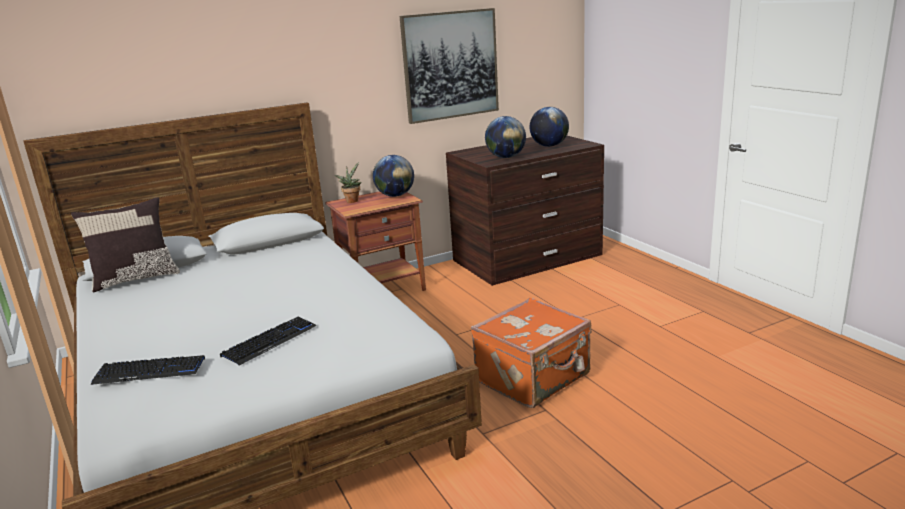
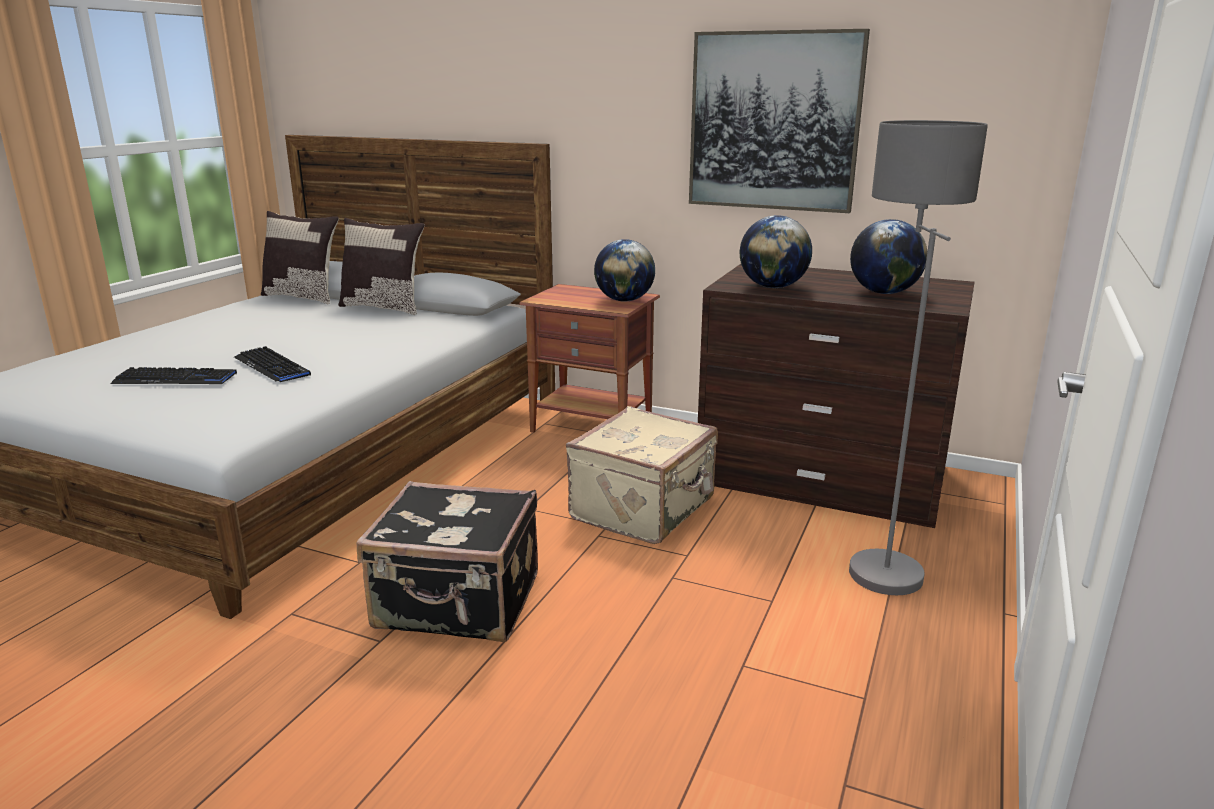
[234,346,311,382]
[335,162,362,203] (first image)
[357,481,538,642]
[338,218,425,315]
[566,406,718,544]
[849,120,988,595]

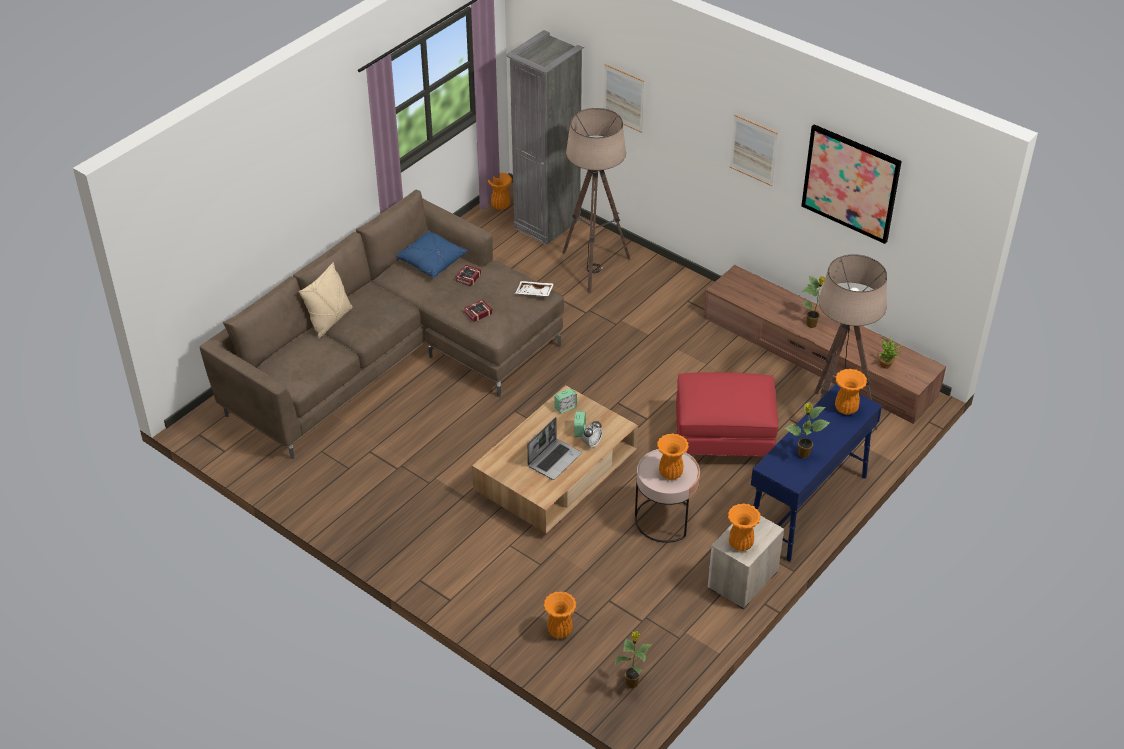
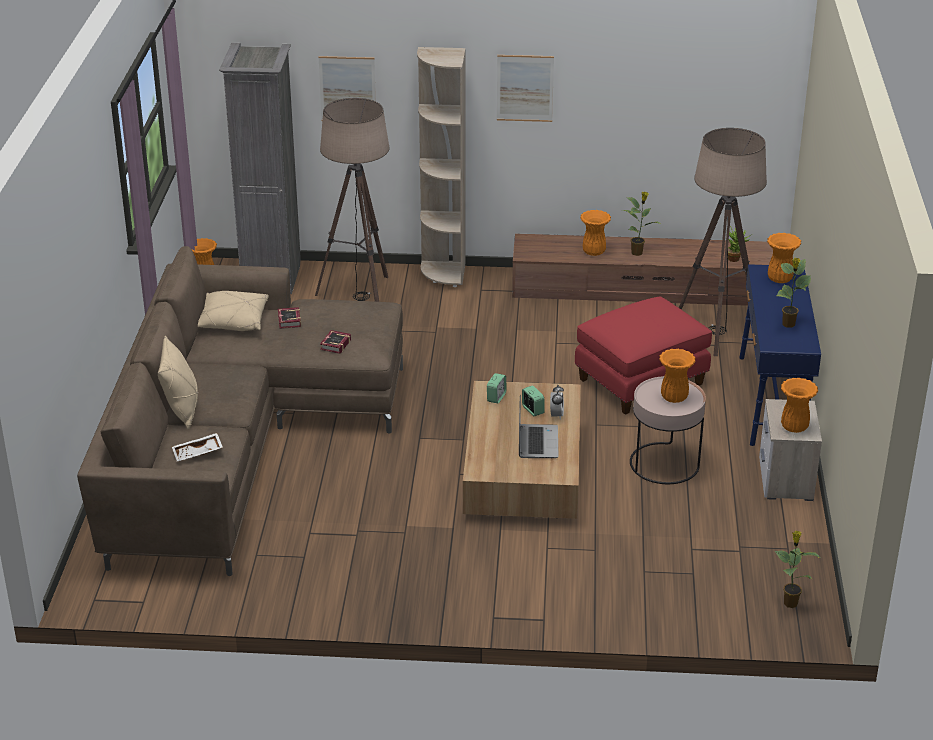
[198,291,269,331]
[172,433,223,461]
[580,210,611,256]
[801,124,902,244] (first image)
[417,47,466,287]

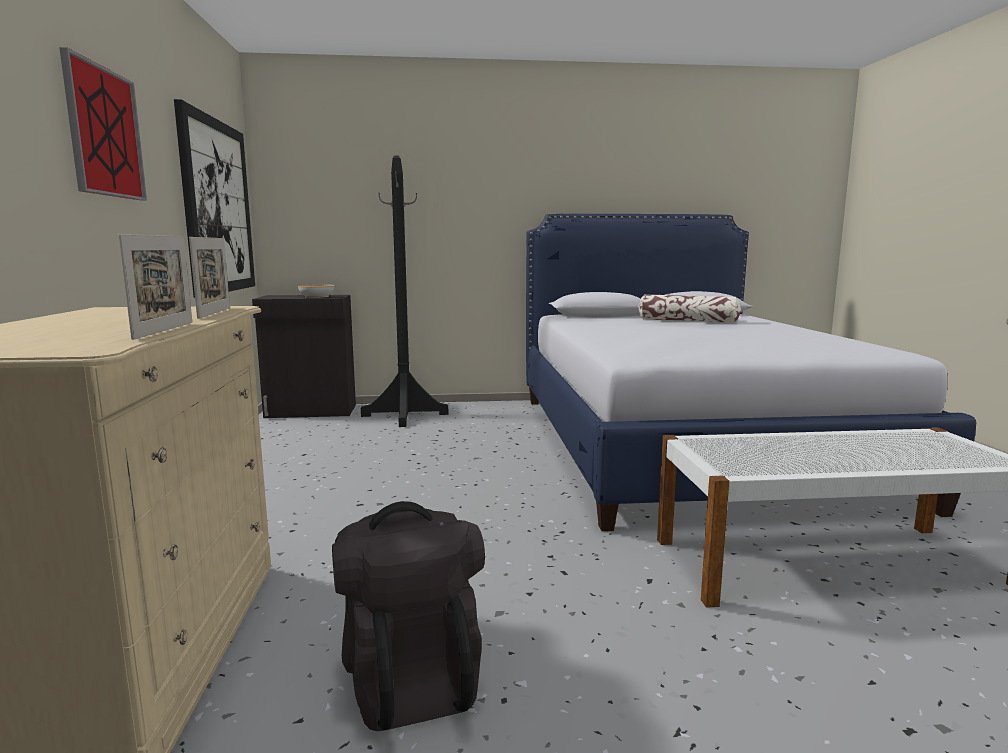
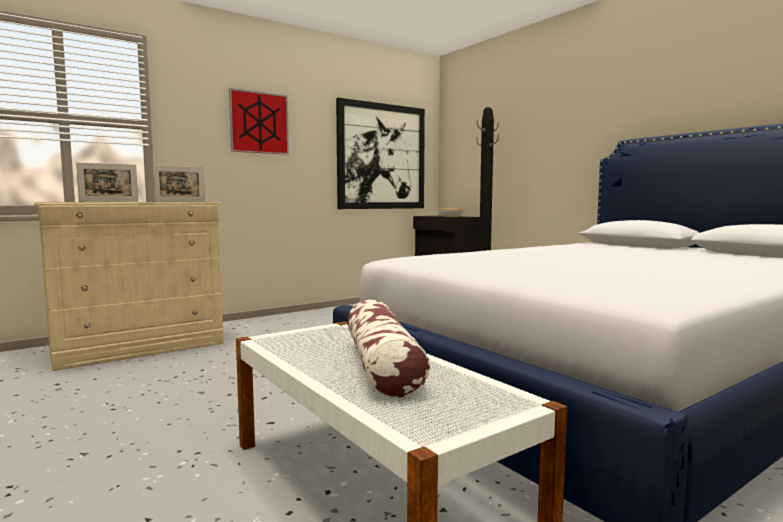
[332,501,485,731] (first image)
[347,300,430,398]

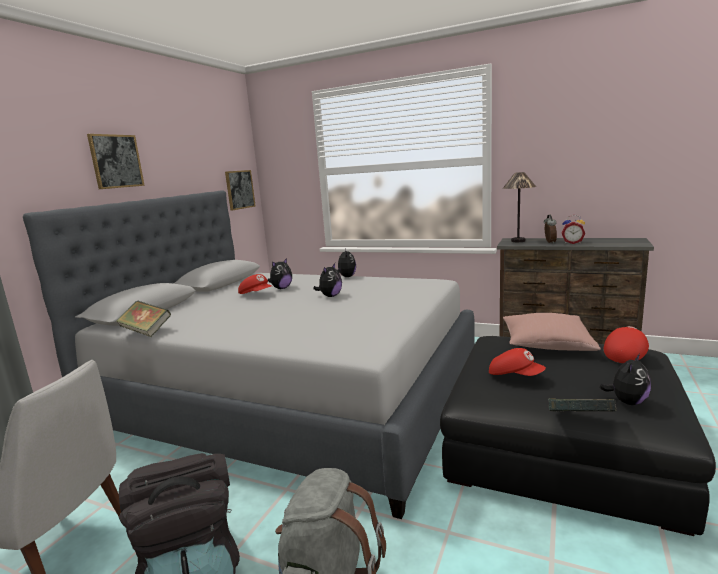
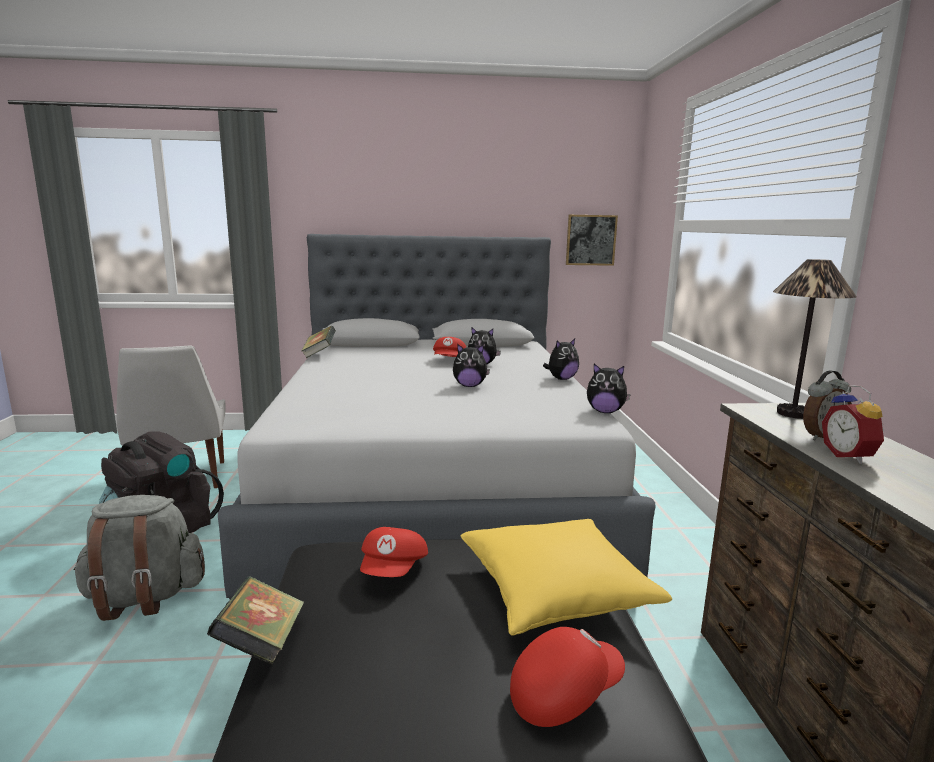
[87,134,145,189] (first image)
[460,519,672,636]
[587,364,631,413]
[510,627,625,727]

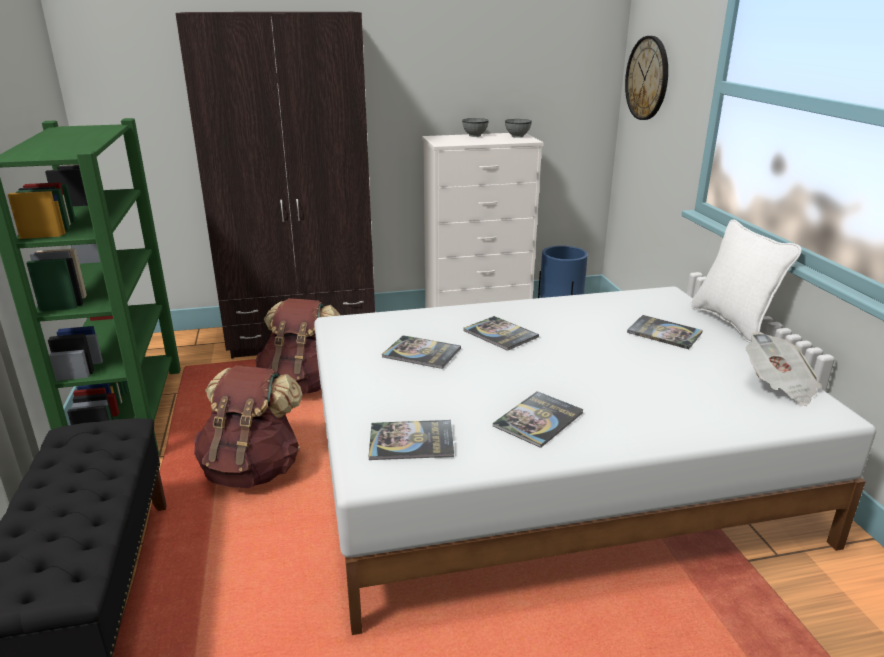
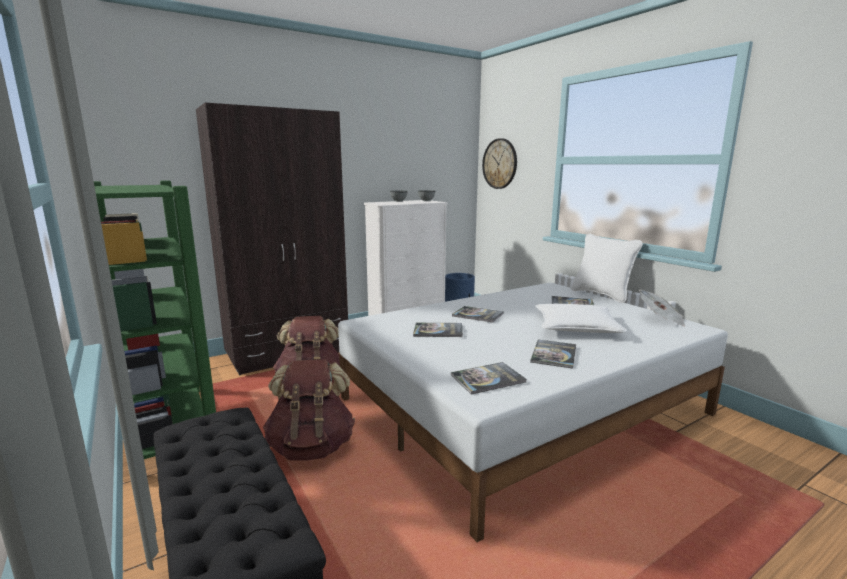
[535,304,627,333]

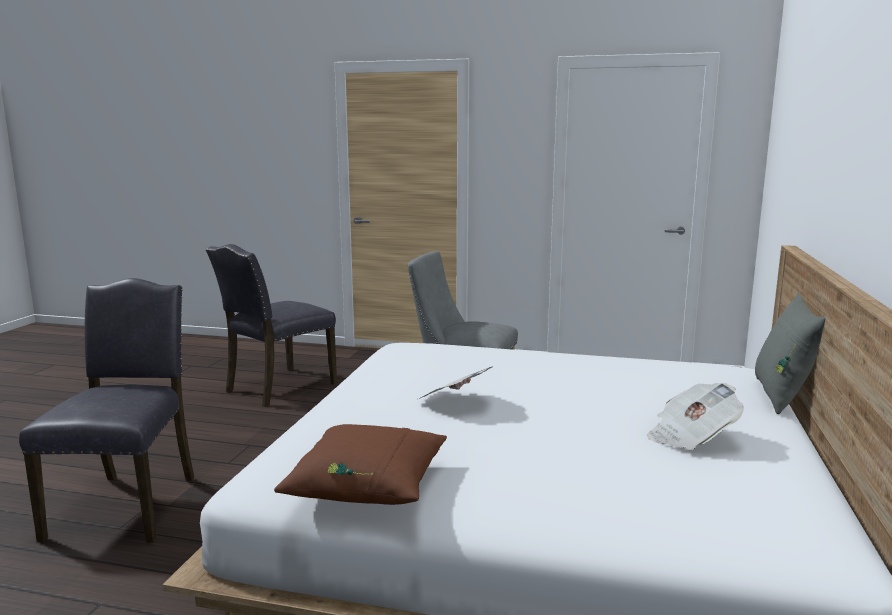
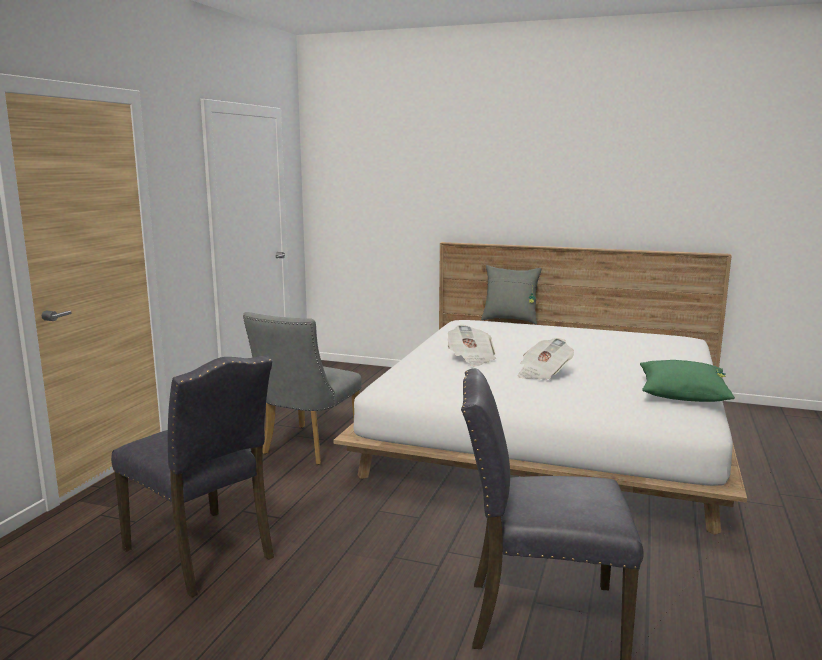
[640,360,735,402]
[448,325,496,367]

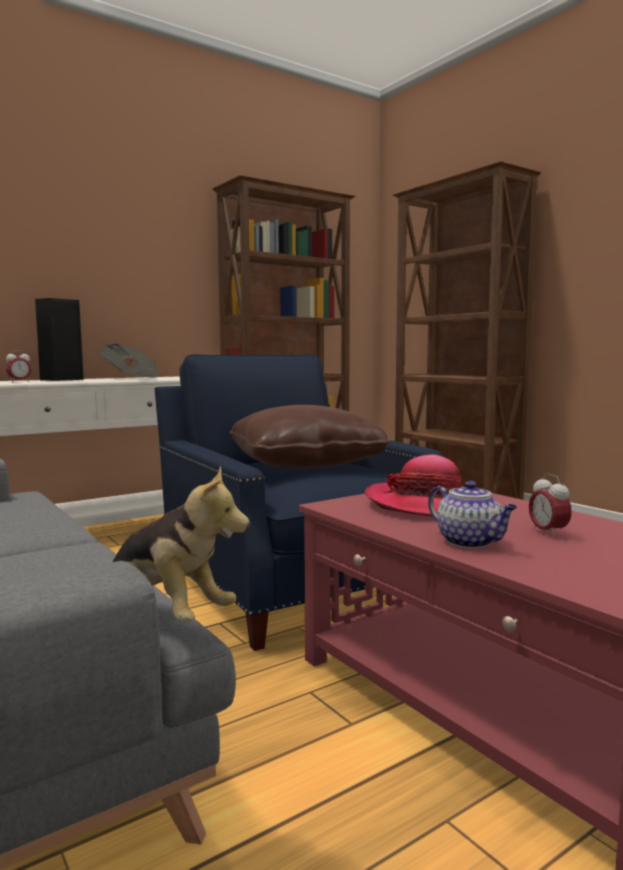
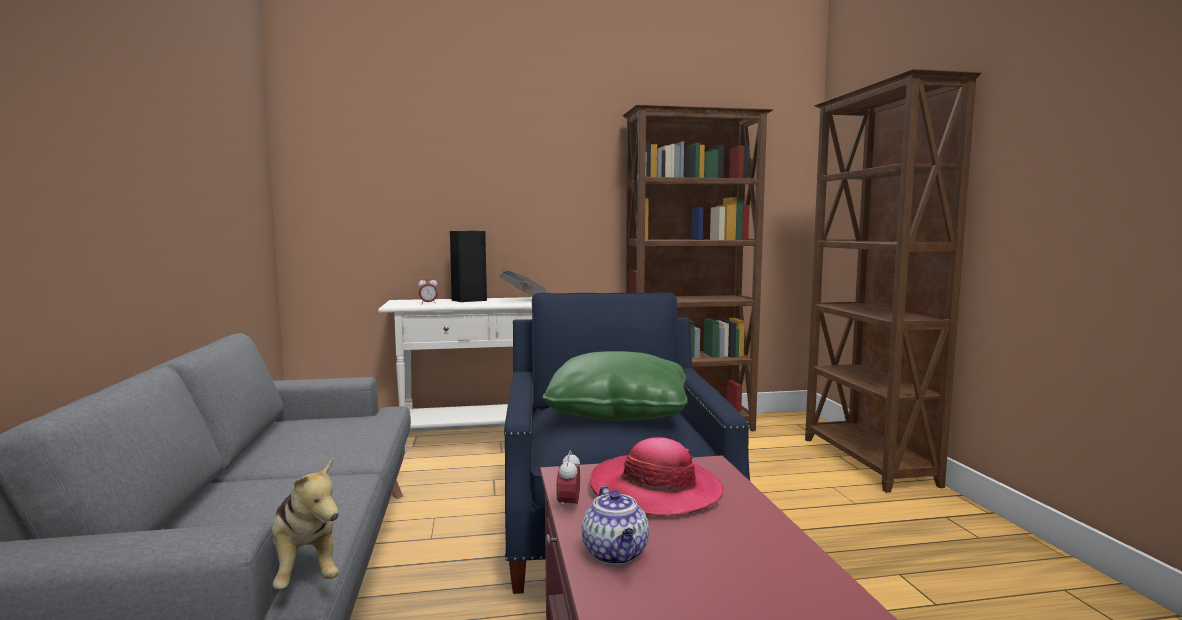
[542,351,688,421]
[556,450,580,512]

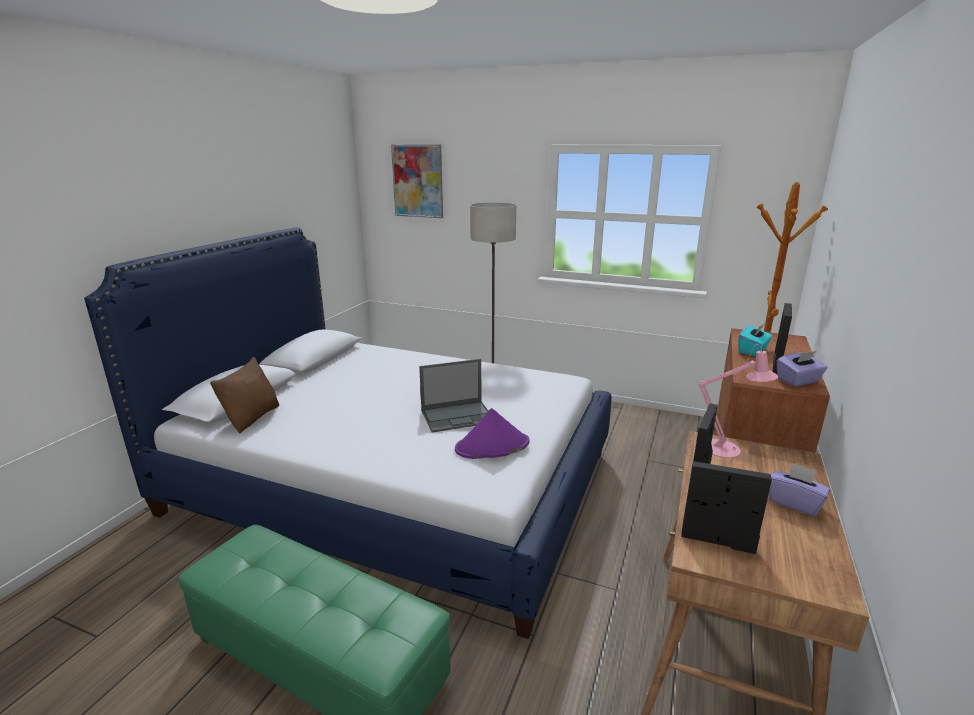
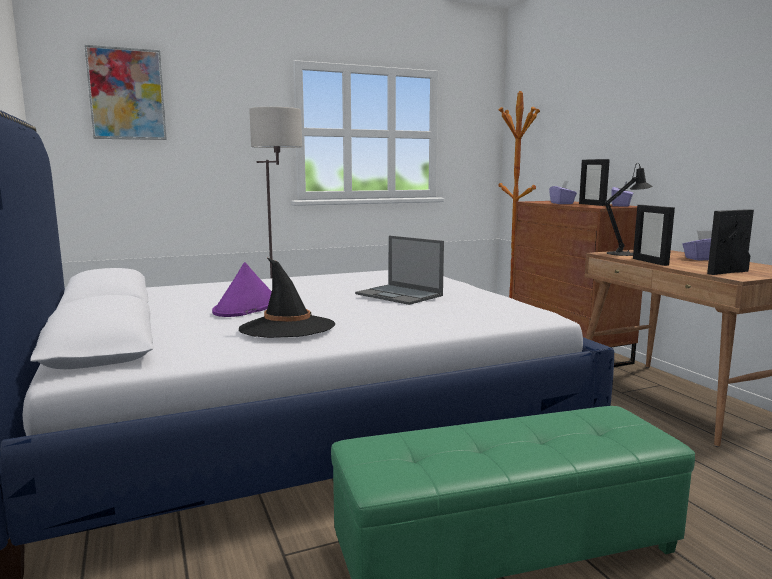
[210,357,279,433] (first image)
[355,236,444,305]
[212,262,272,317]
[604,163,653,256]
[549,181,577,204]
[239,257,335,338]

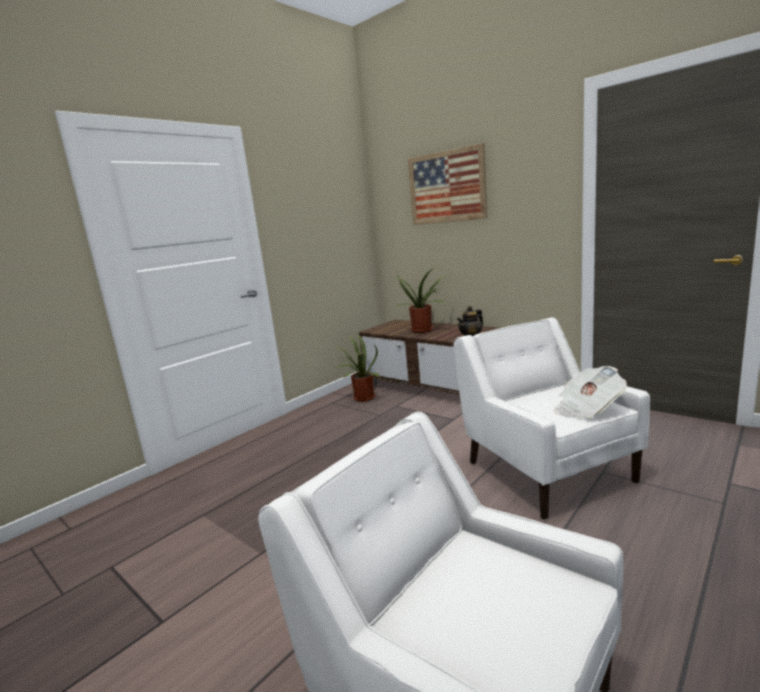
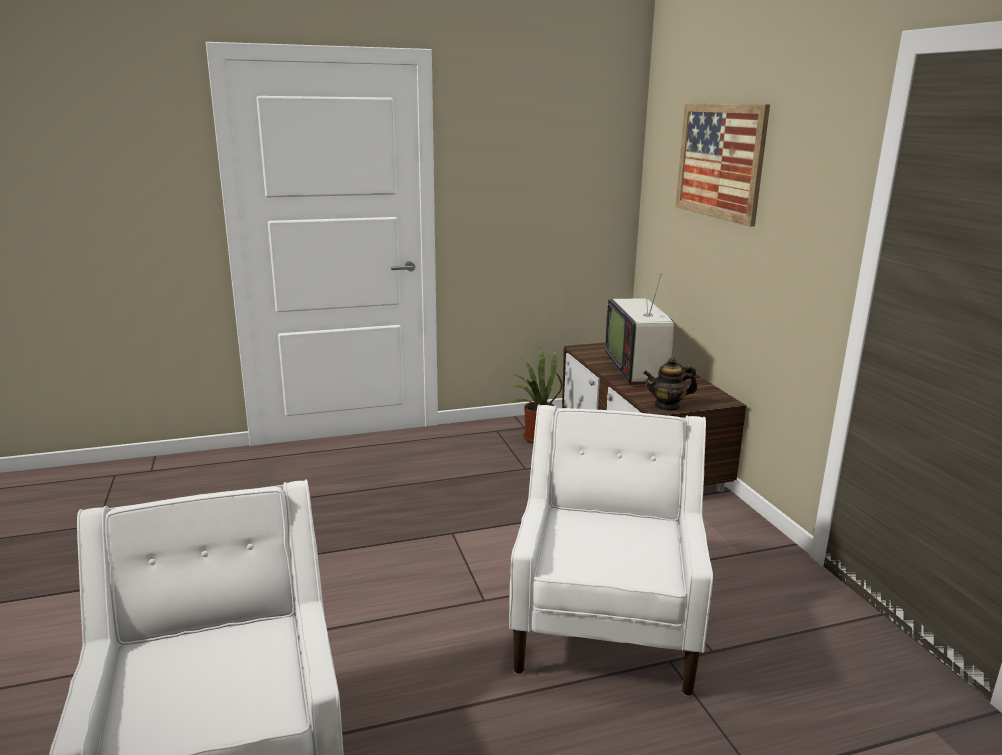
[605,264,674,385]
[554,366,627,419] (first image)

